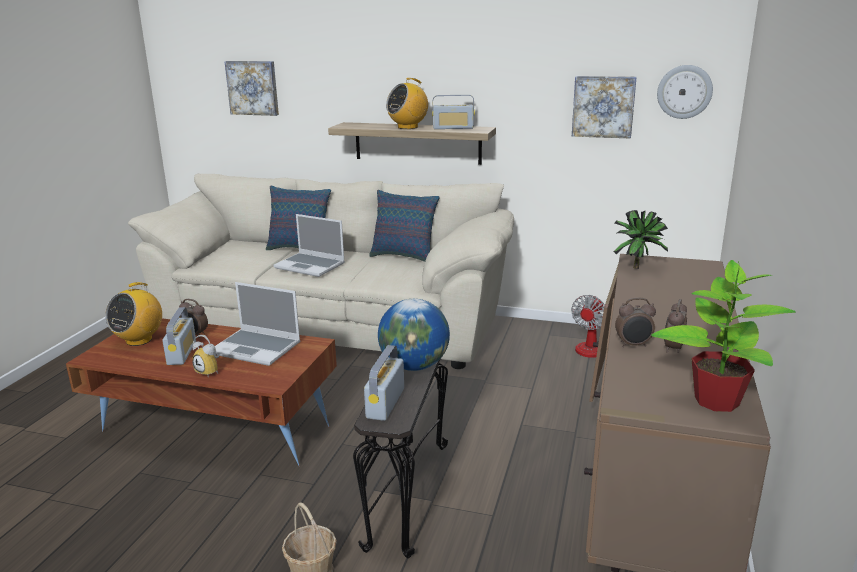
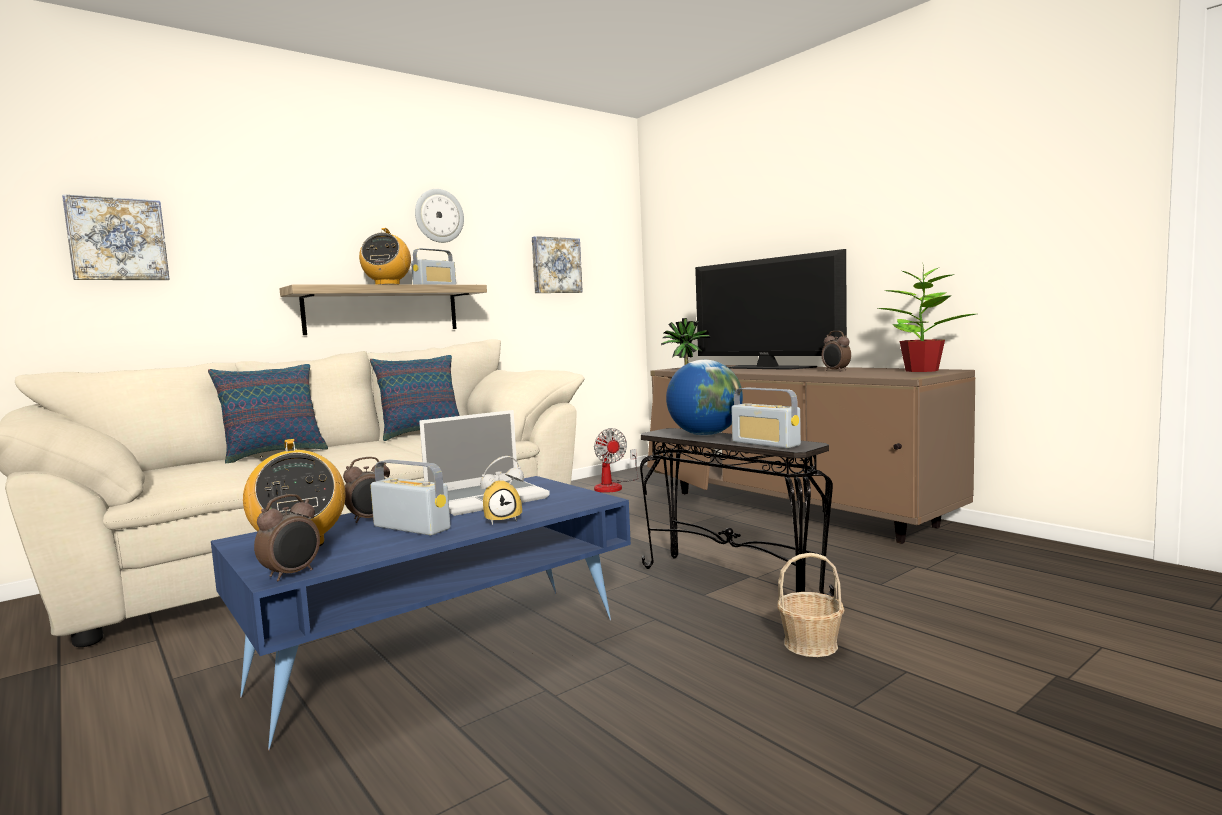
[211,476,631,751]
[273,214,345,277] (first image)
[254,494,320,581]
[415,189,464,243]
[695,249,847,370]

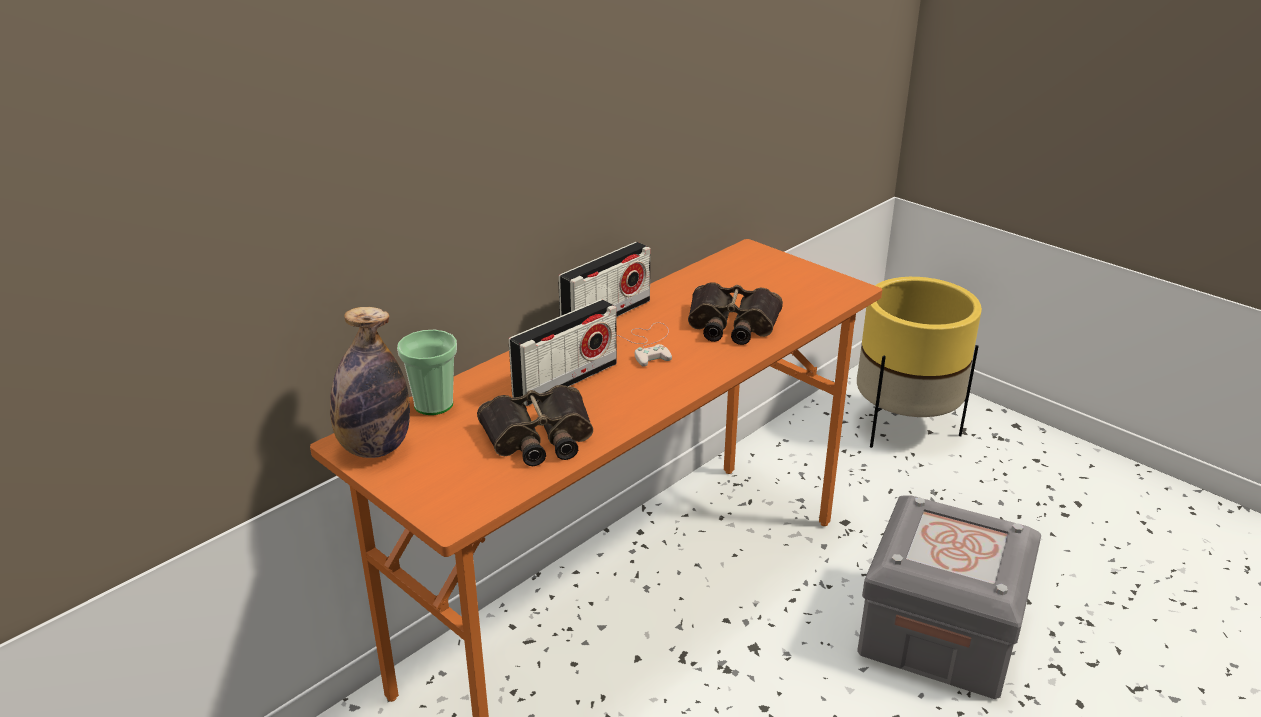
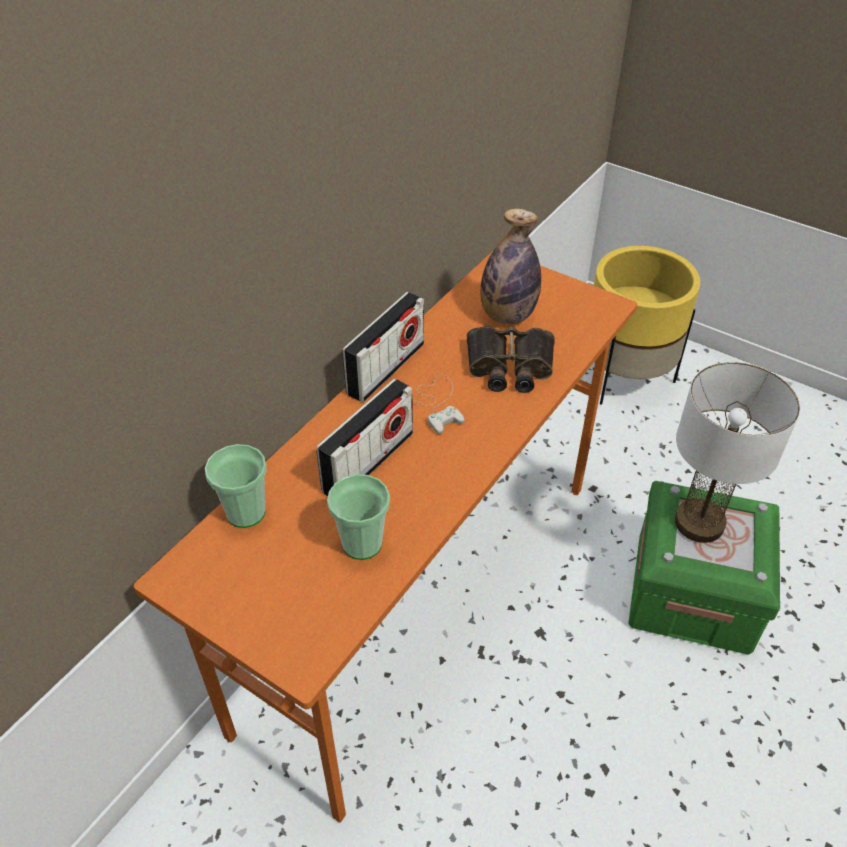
[481,209,541,324]
[327,474,390,560]
[628,481,780,655]
[675,362,800,543]

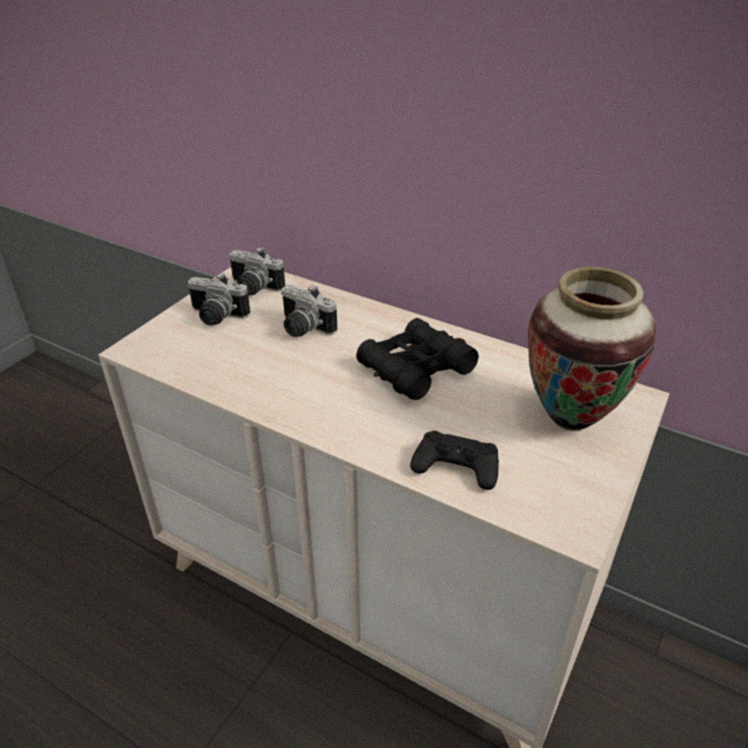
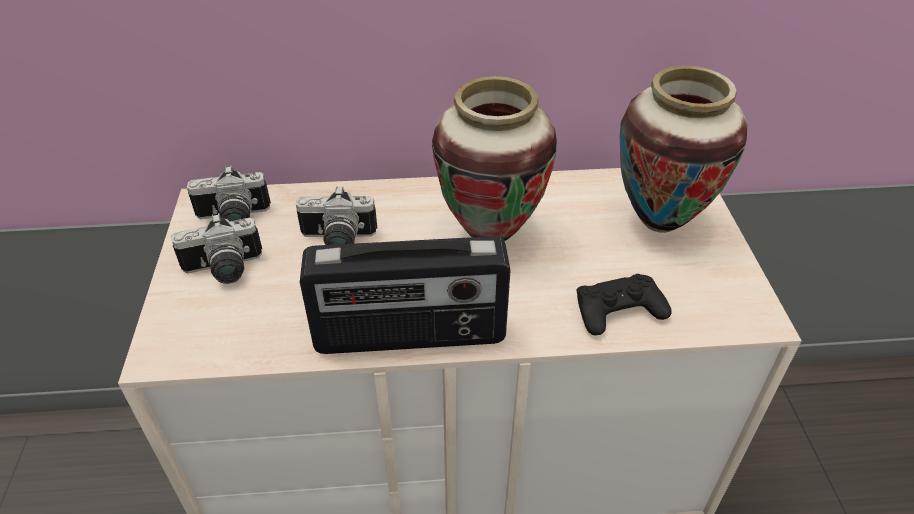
[432,76,557,241]
[300,236,511,354]

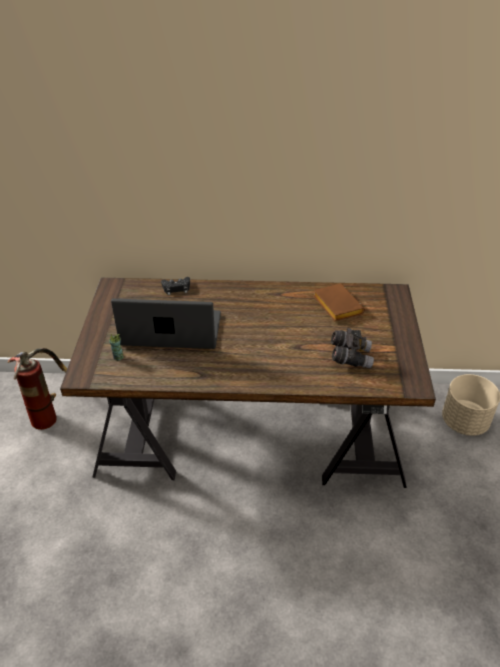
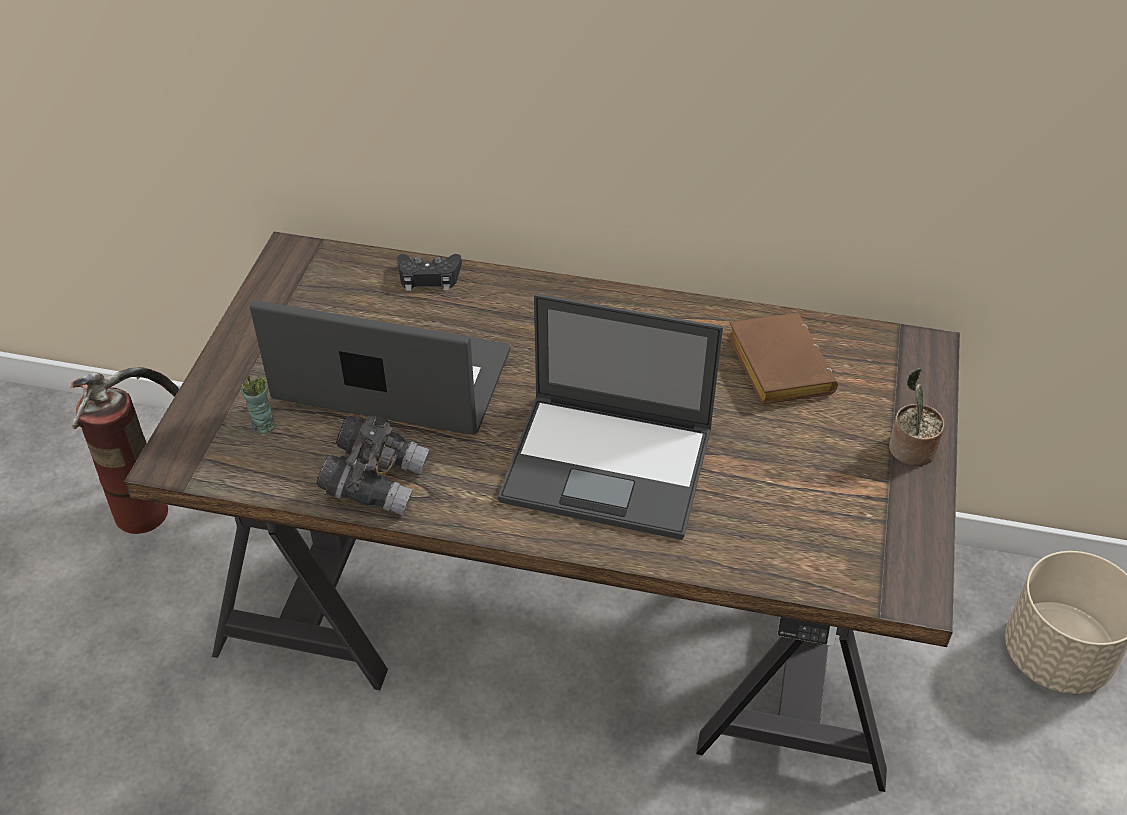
[316,415,430,515]
[498,294,723,540]
[889,368,945,466]

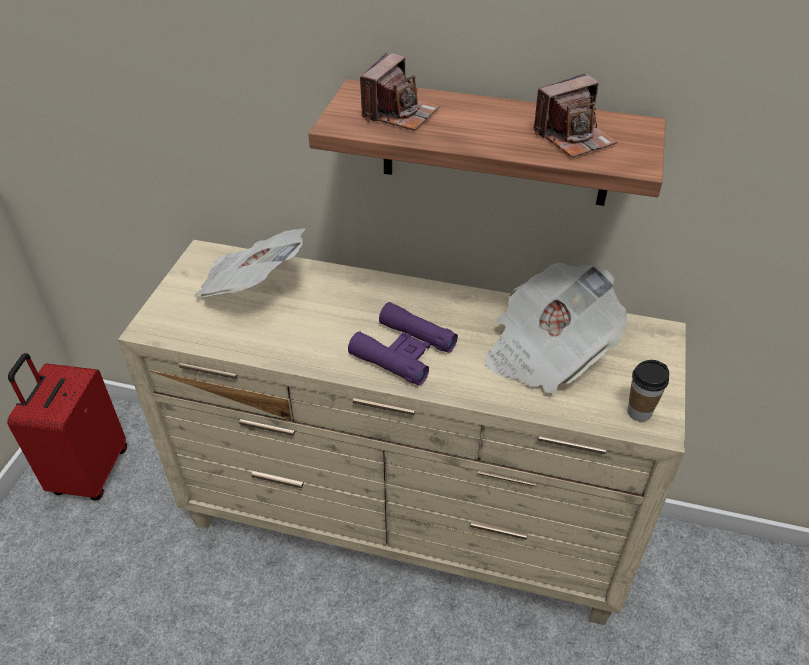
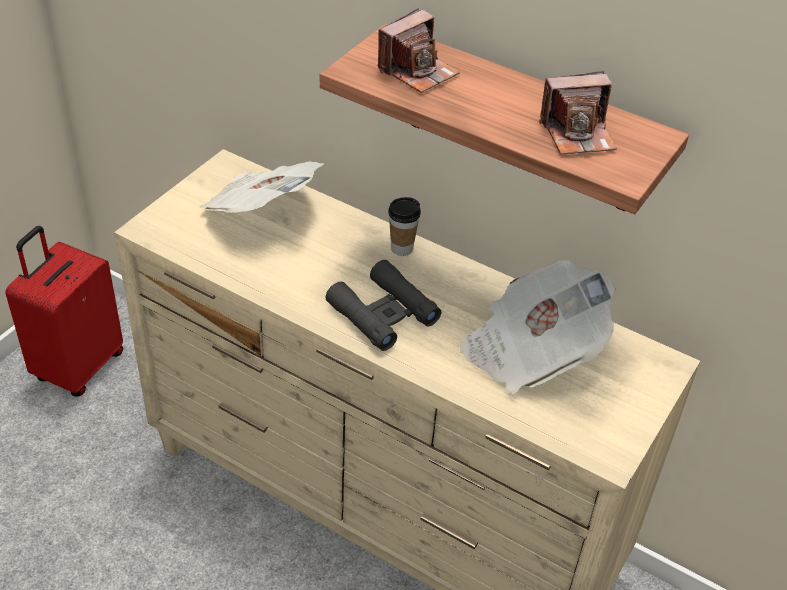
[326,260,441,351]
[388,197,421,256]

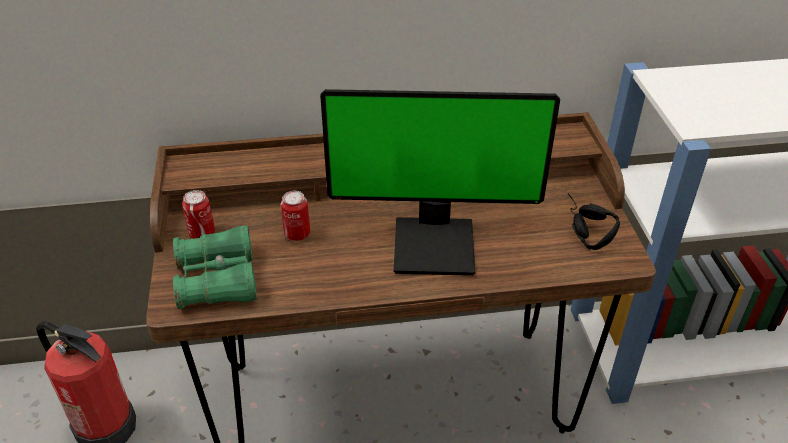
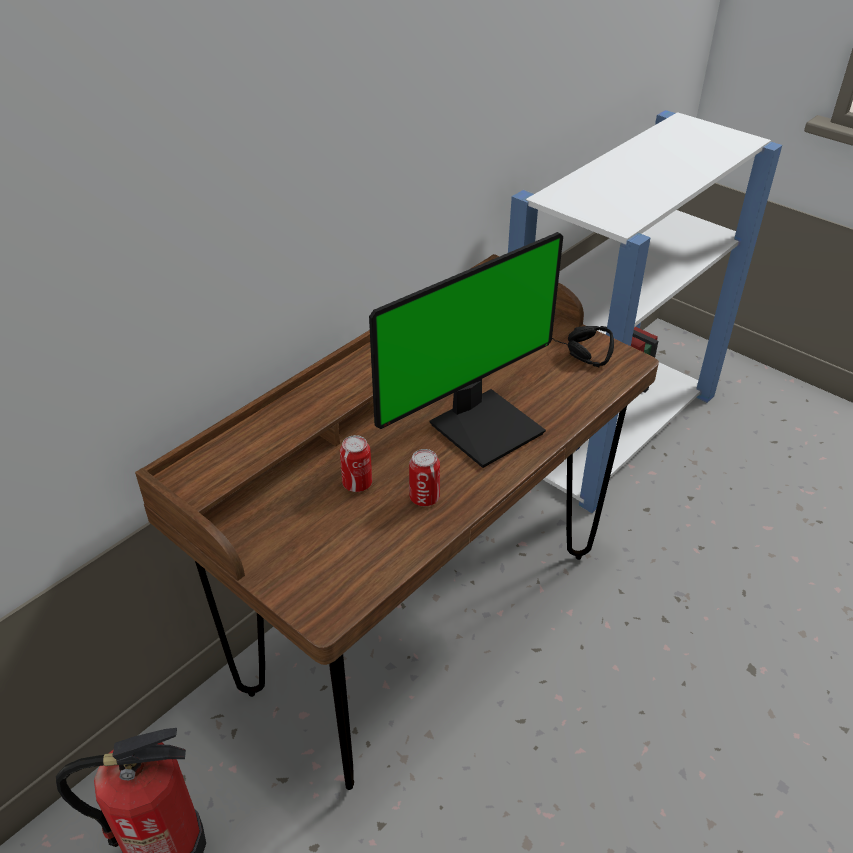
[173,226,257,309] (first image)
[409,449,440,506]

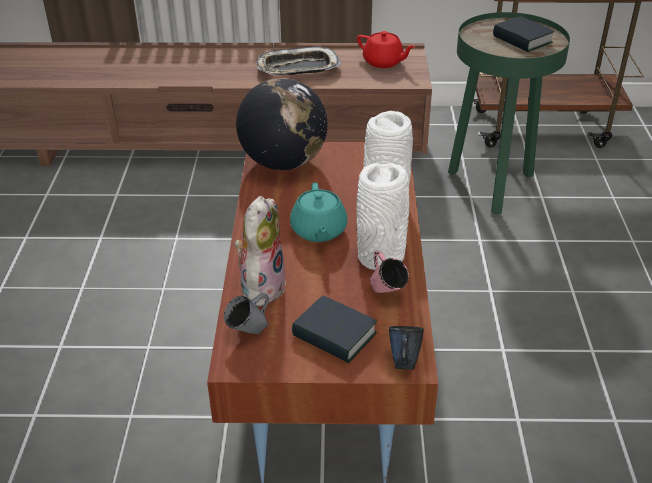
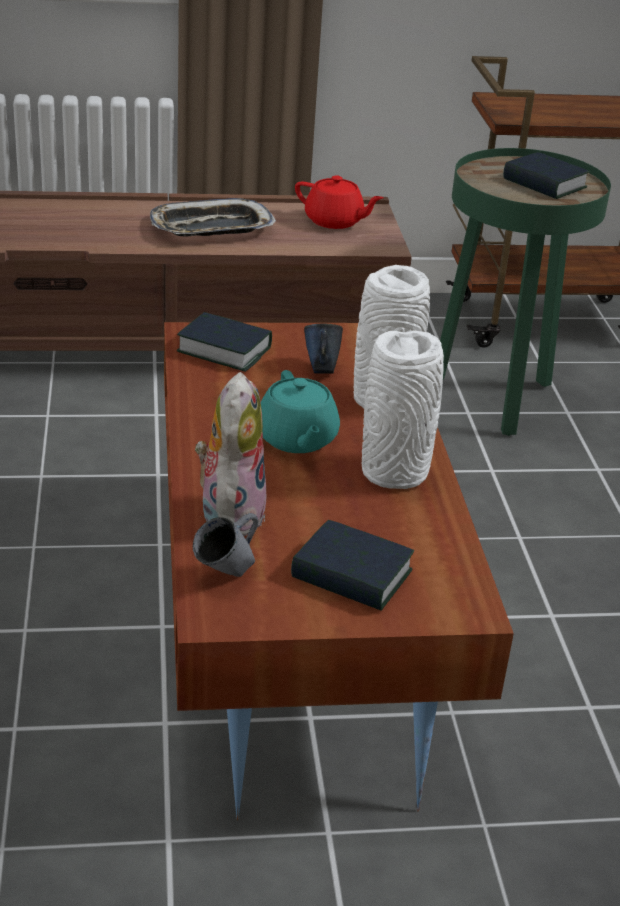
[177,312,272,372]
[369,251,409,293] (first image)
[304,324,343,374]

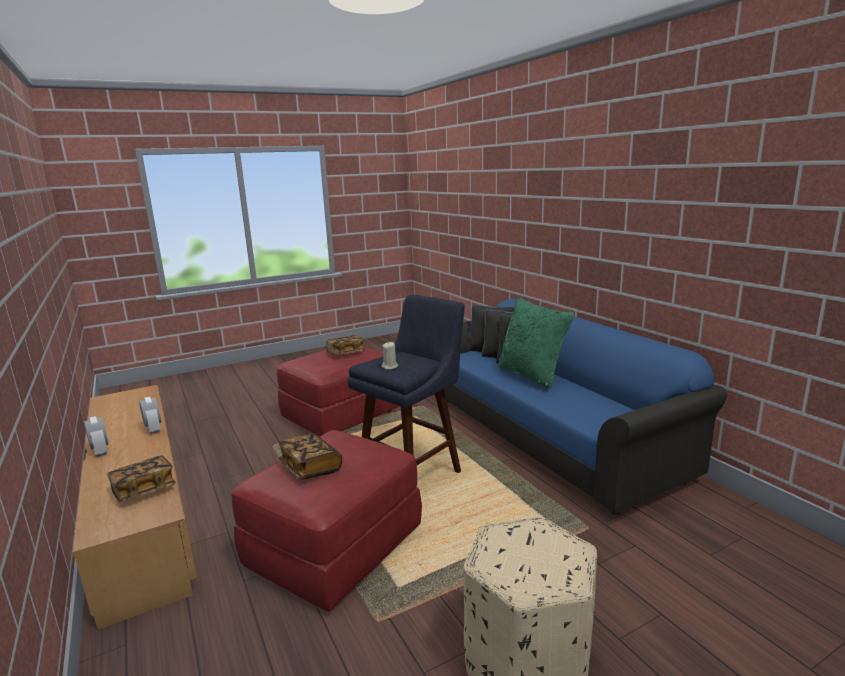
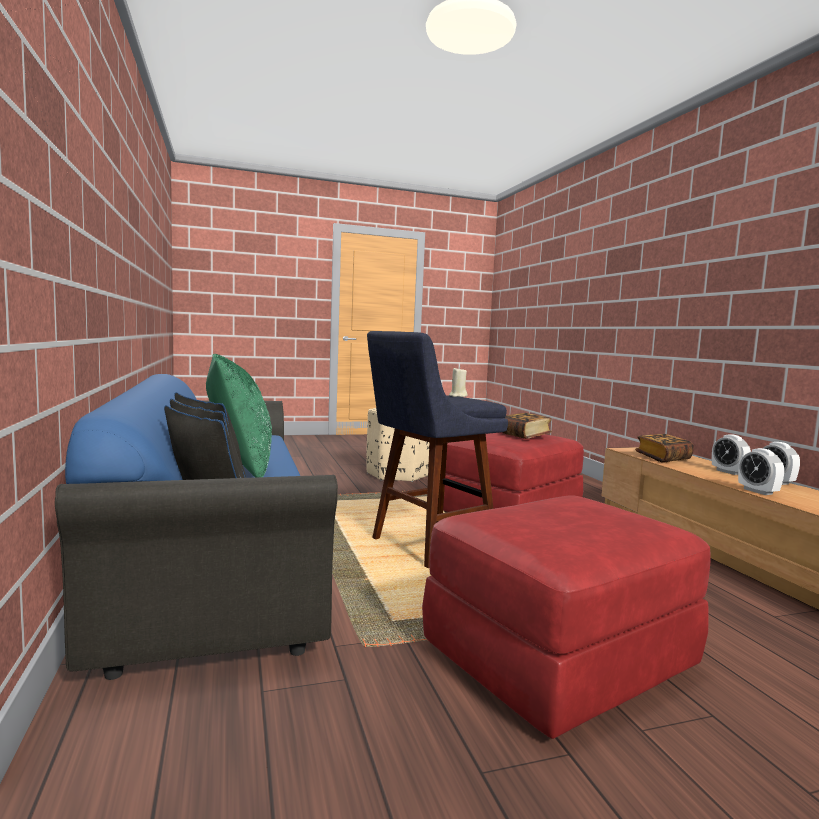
[326,335,365,355] (first image)
[712,434,751,475]

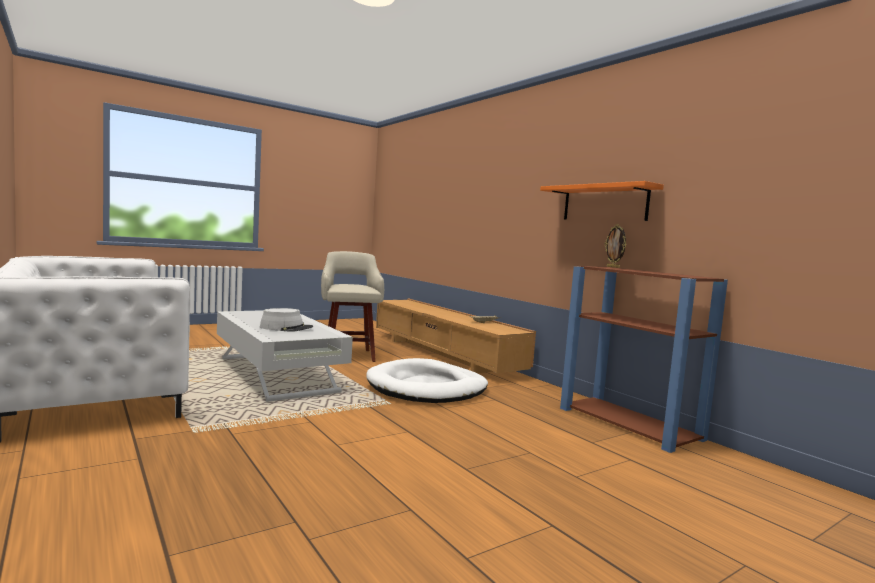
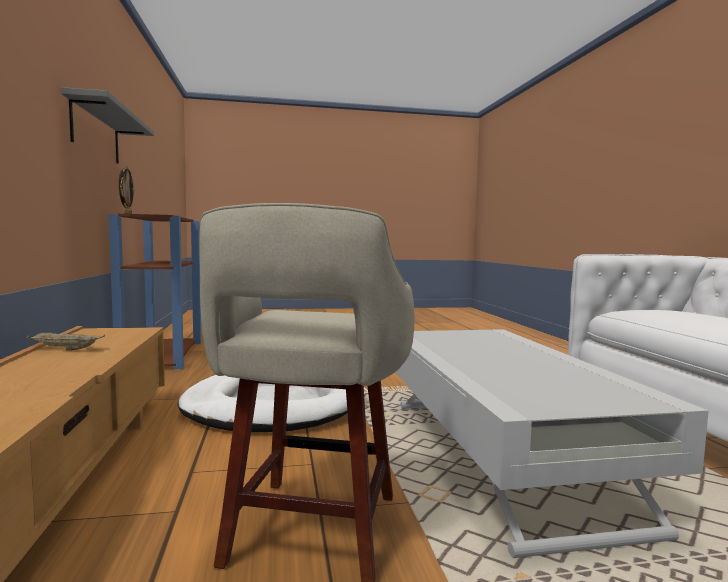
[260,308,313,332] (first image)
[61,87,154,164]

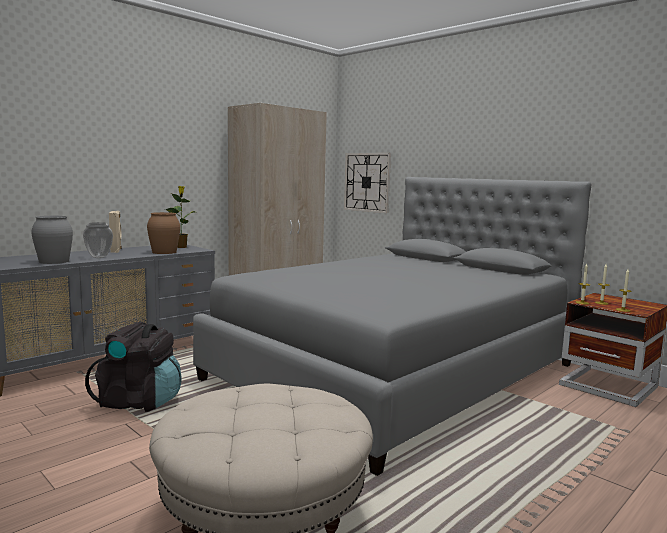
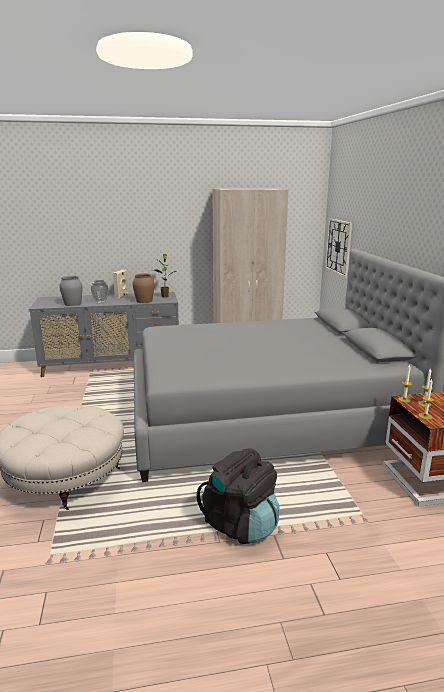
[197,448,279,544]

